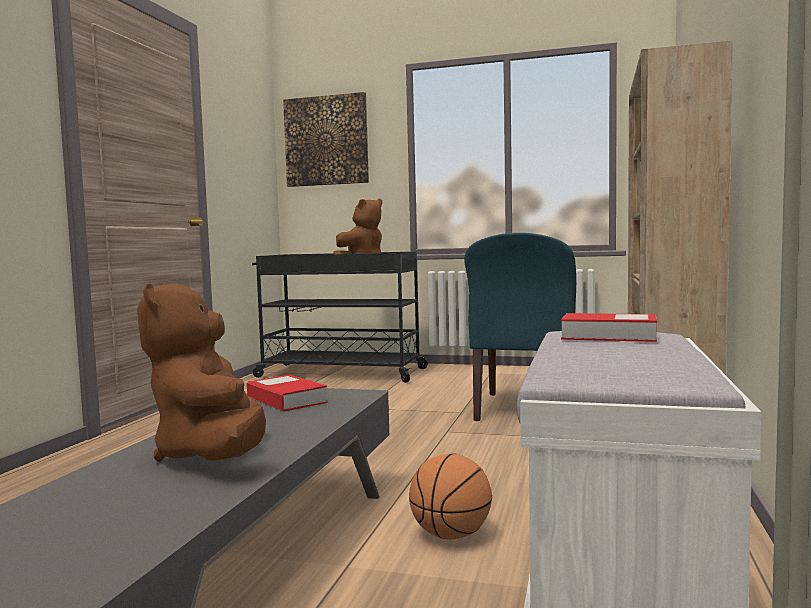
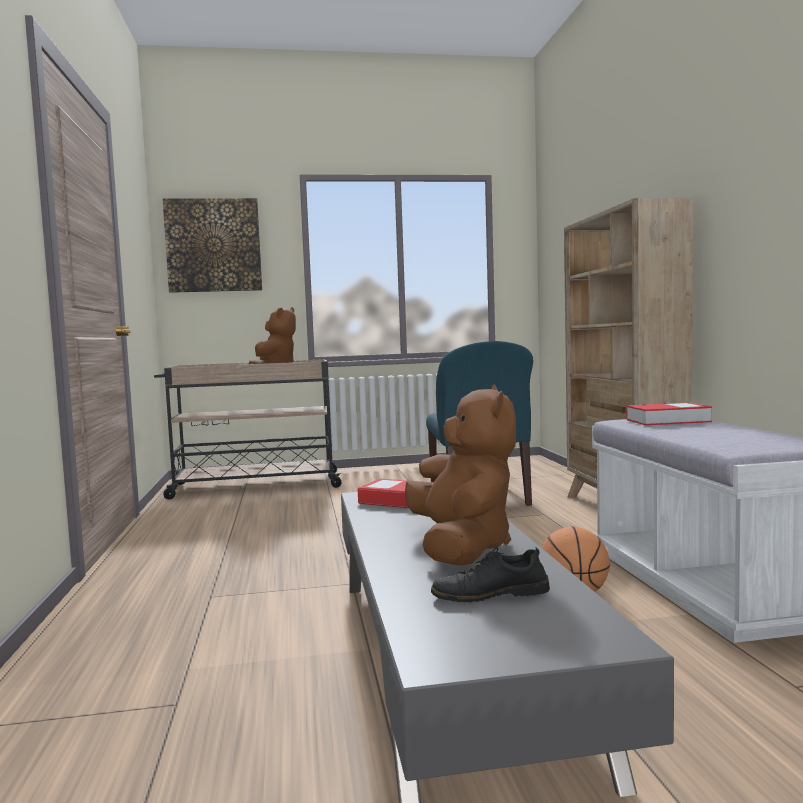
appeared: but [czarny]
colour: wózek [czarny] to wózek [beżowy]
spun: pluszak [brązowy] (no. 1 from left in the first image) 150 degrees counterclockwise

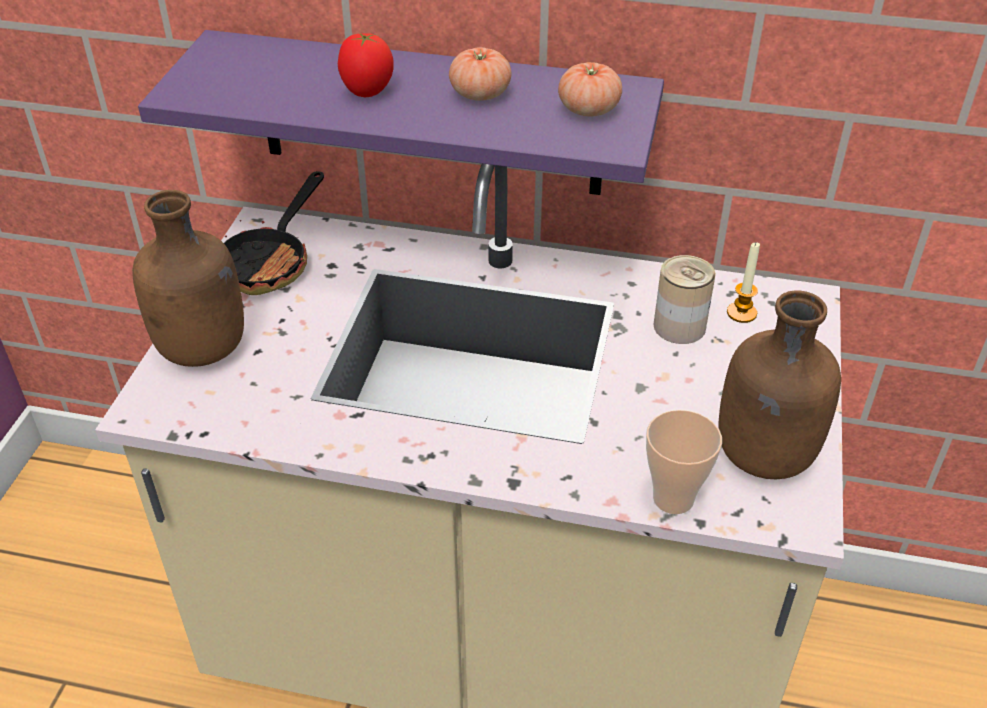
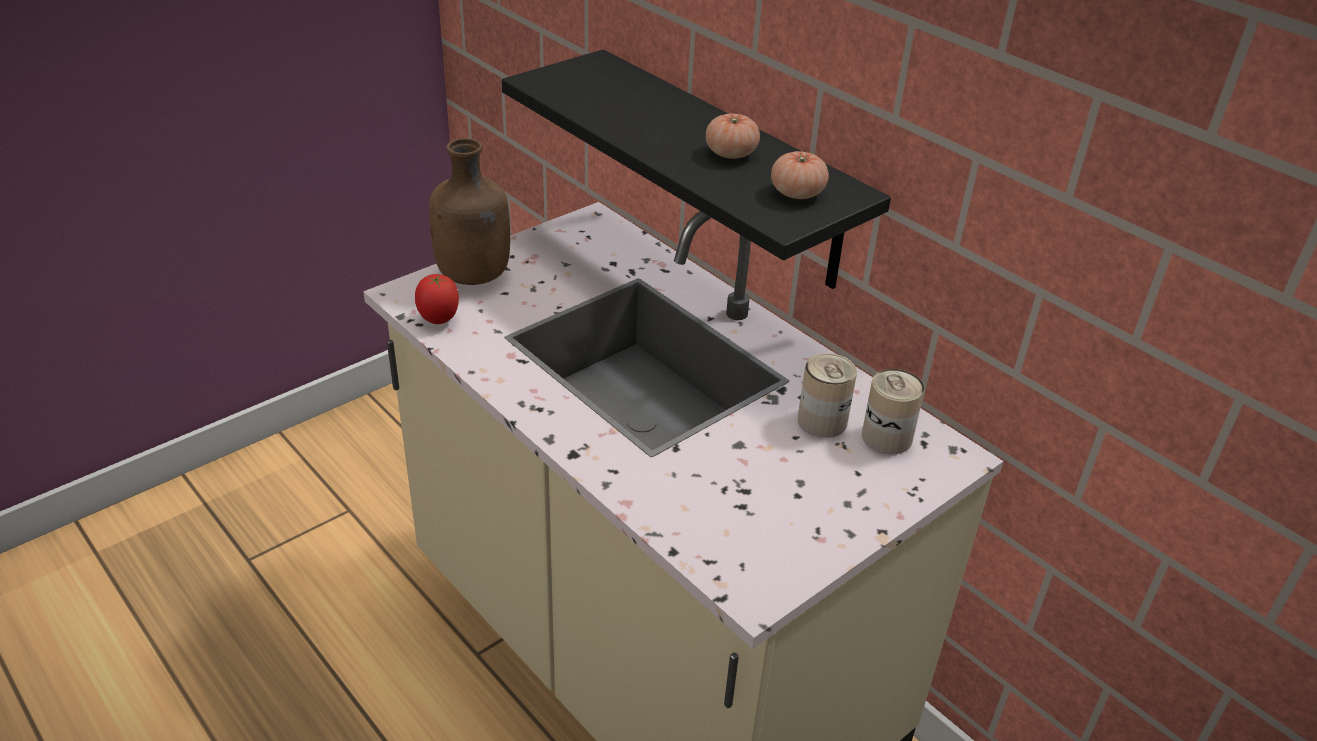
missing: patelnia; butelka [brązowy] (no. 2 from left); filiżanka
relocated: pomidor (no. 1 from left)
exchanged: świeca to puszka (no. 2 from left)
colour: półka [fioletowy] to półka [czarny]

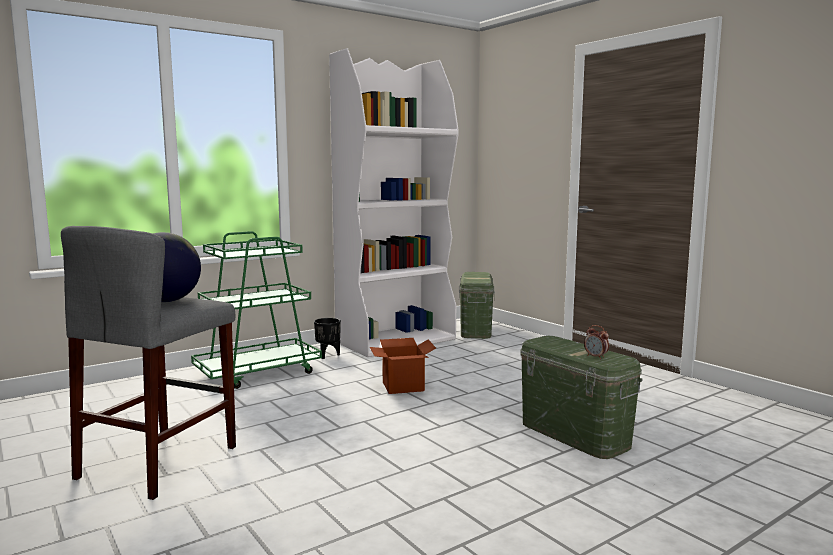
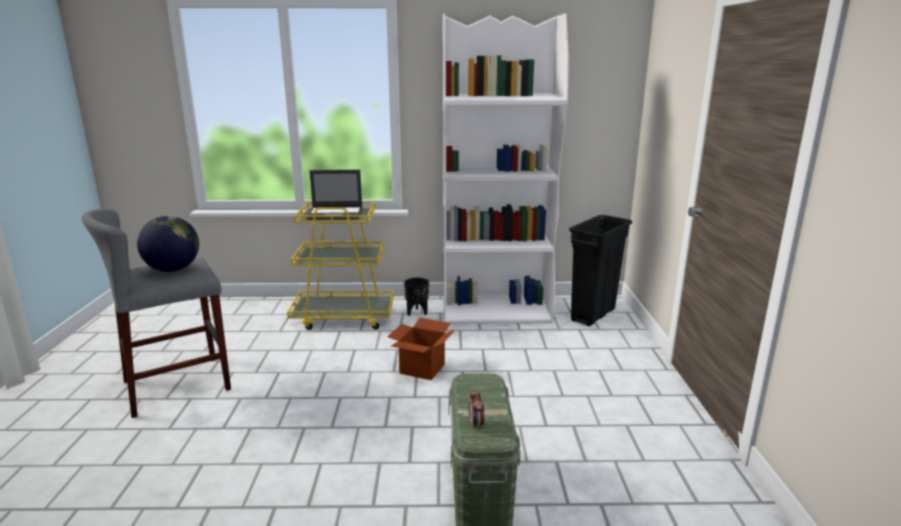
appeared: laptop
exchanged: pojemnik do przechowywania [zielony] (no. 1 from left) to kosz na śmieci [czarny]
colour: wózek [zielony] to wózek [żółty]

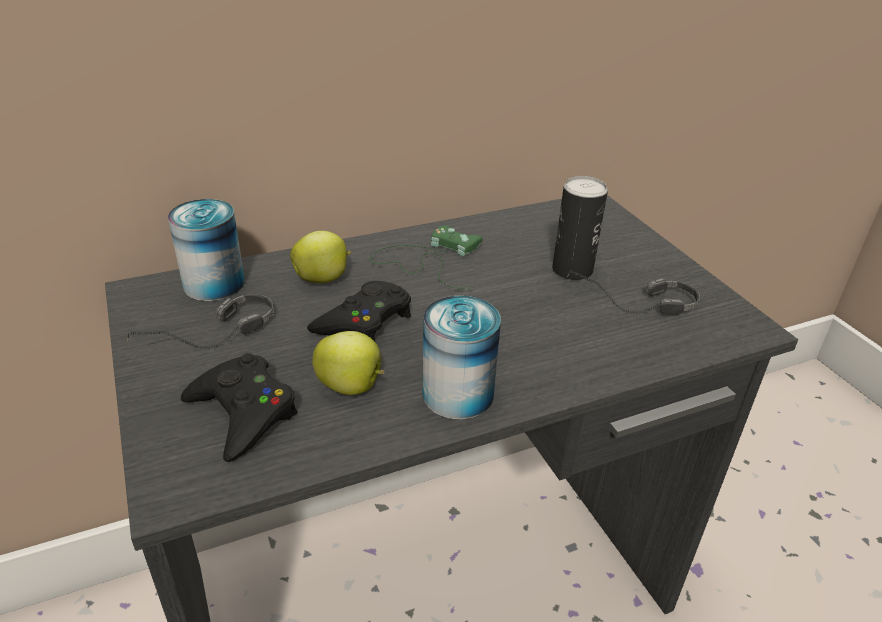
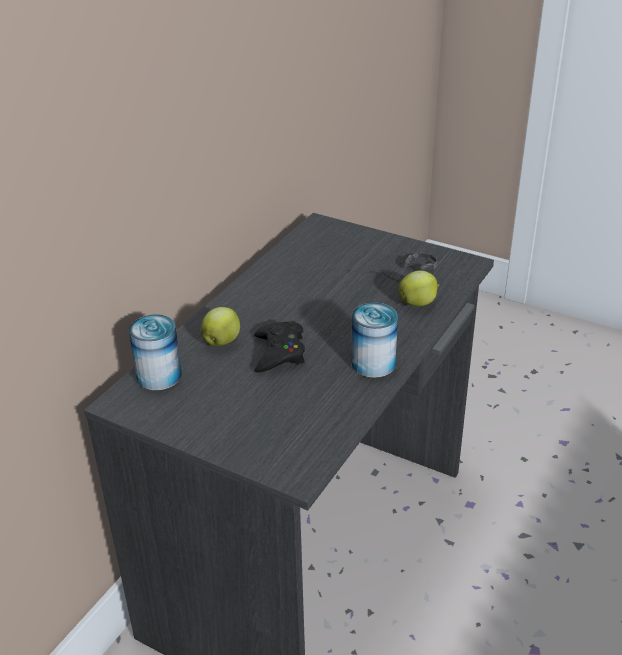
missing: puszka (no. 3 from left); pad do gier [zielony]; słuchawki (no. 1 from left); pad do gier [czarny] (no. 1 from left)
relocated: jabłko (no. 2 from left)

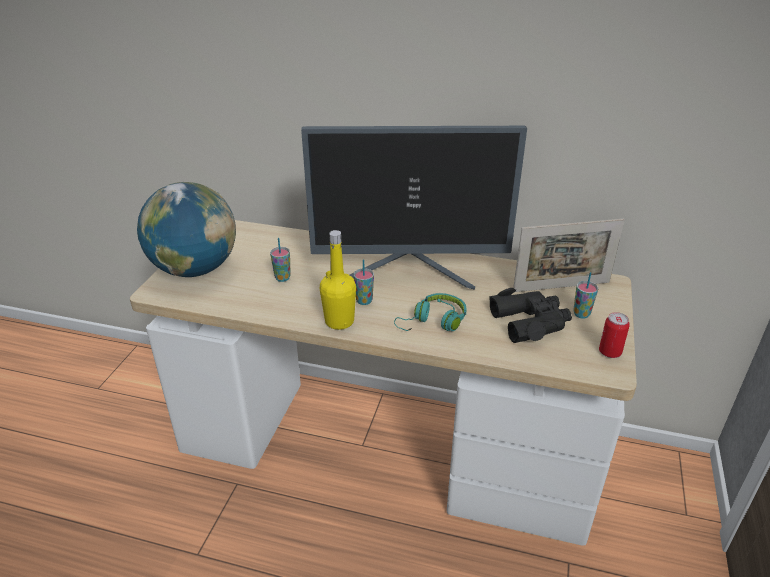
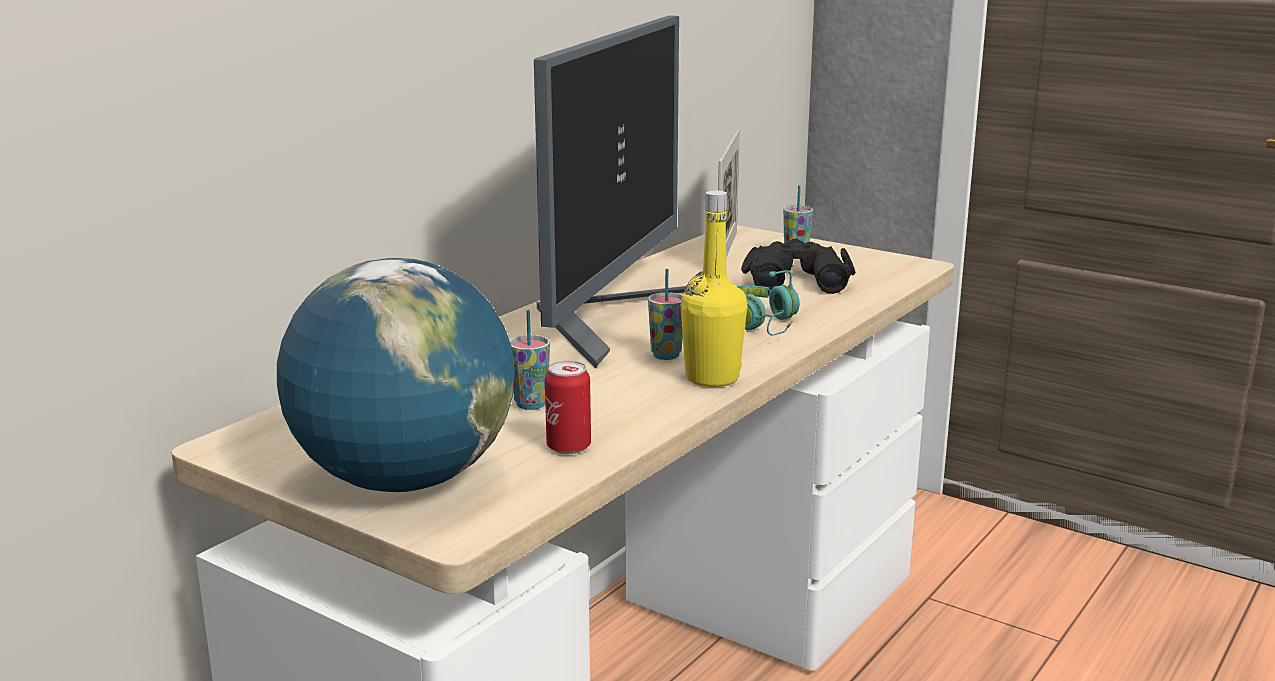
relocated: puszka

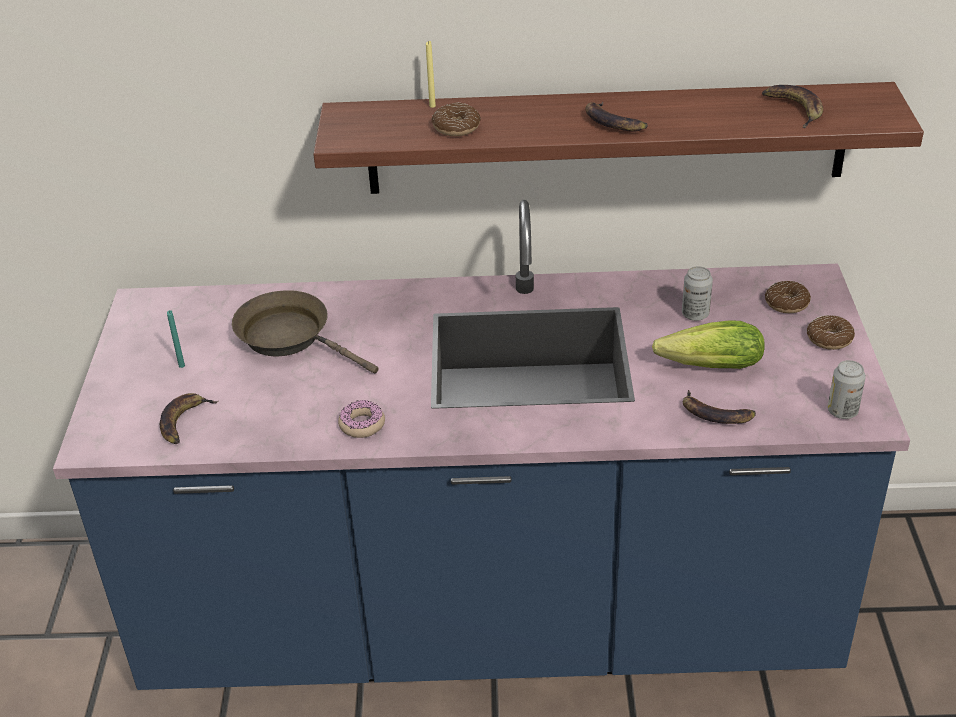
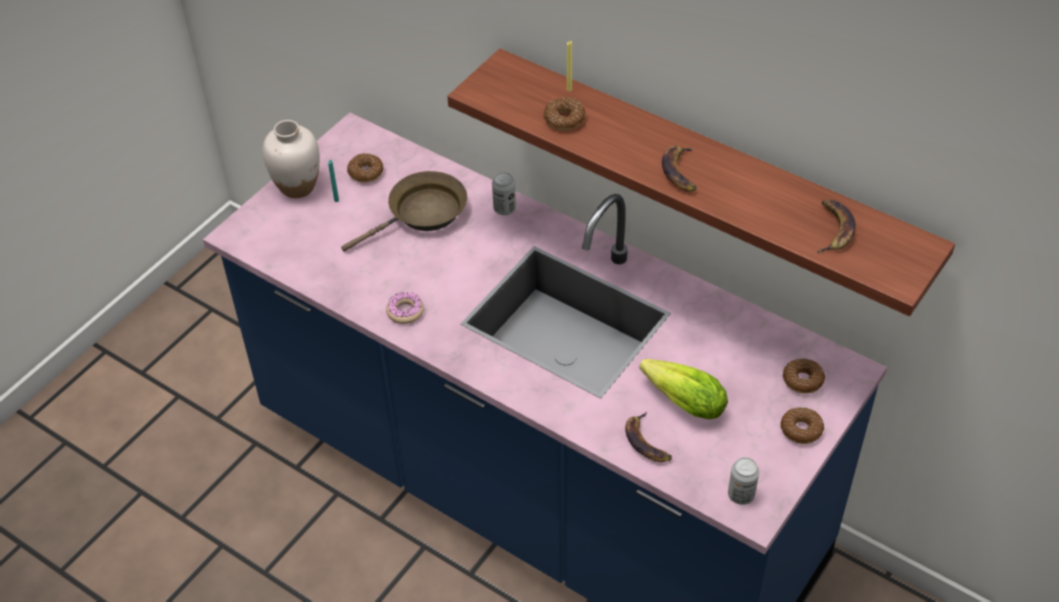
missing: banan (no. 1 from left)
appeared: wazon [biały]; donut (no. 1 from left)
relocated: puszka (no. 1 from left)
spun: patelnia [brązowy] 75 degrees clockwise

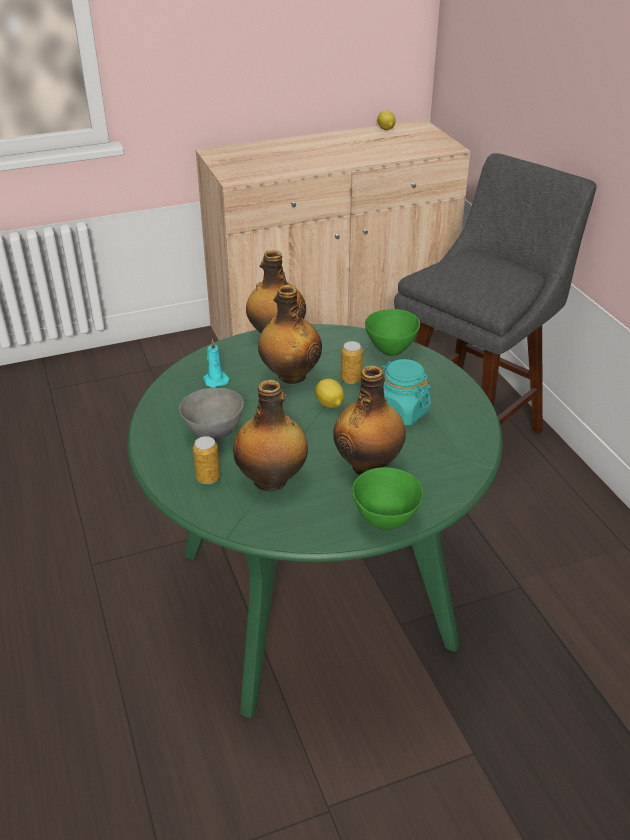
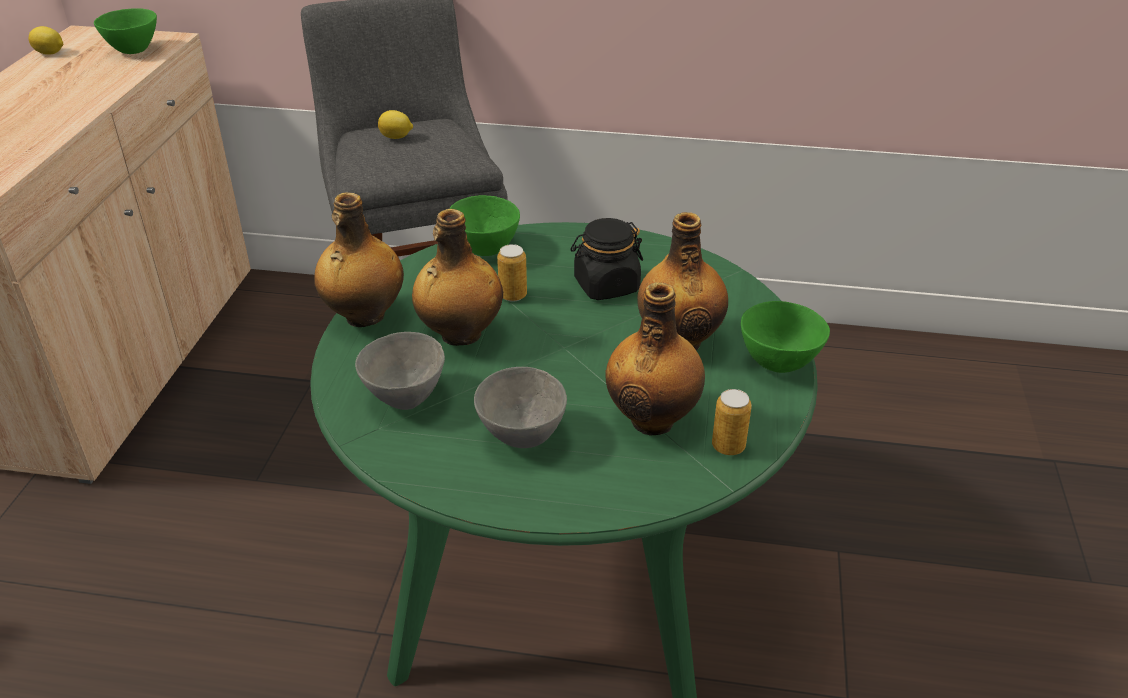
appeared: miska [zielony] (no. 1 from left)
relocated: cytryna (no. 1 from left in the first image) to cytryna (no. 2 from left); puszka (no. 1 from left in the first image) to puszka (no. 2 from left)
exchanged: świeca [turkusowy] to miska [szary] (no. 1 from left)
colour: słoik [turkusowy] to słoik [czarny]

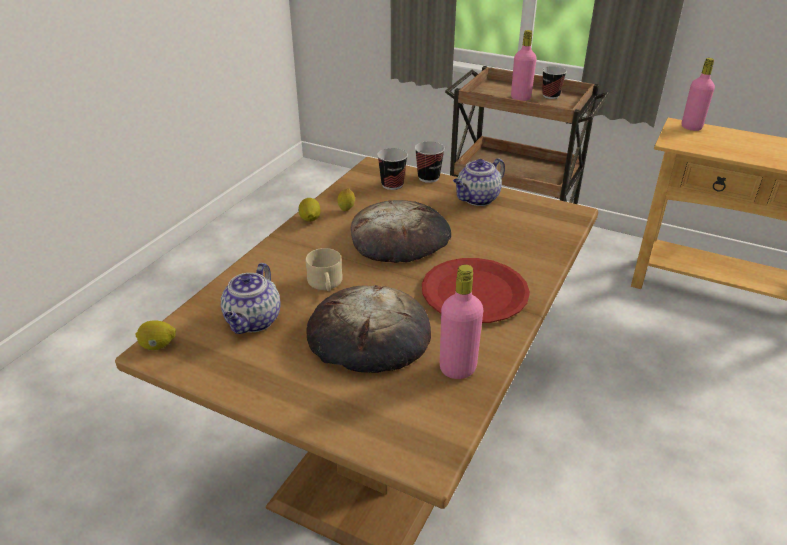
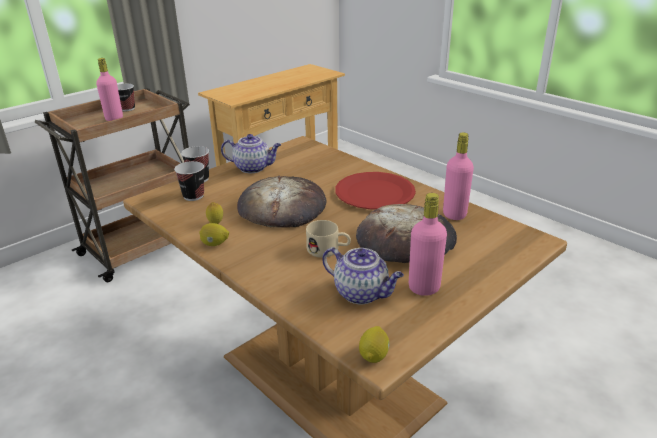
relocated: butelka [różowy] (no. 3 from left in the first image) to butelka [różowy] (no. 2 from left)
spun: imbryk (no. 2 from left in the first image) 60 degrees counterclockwise

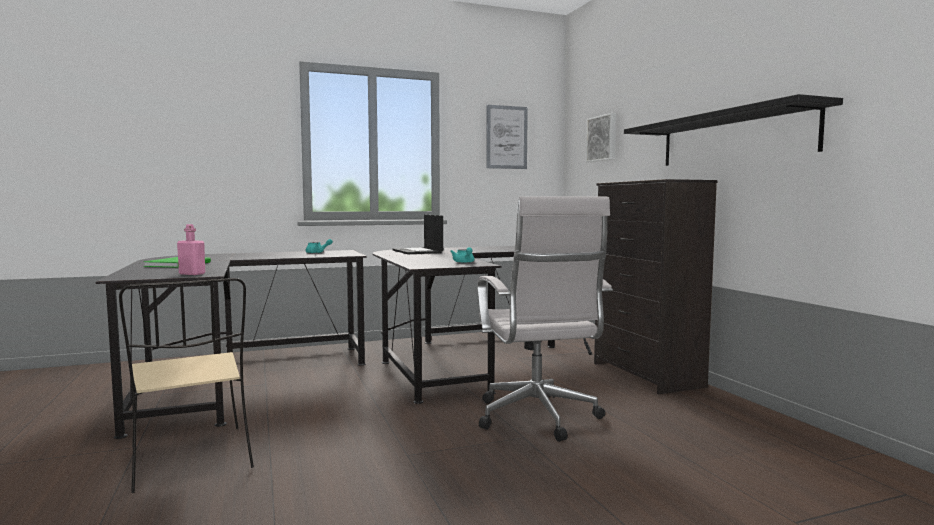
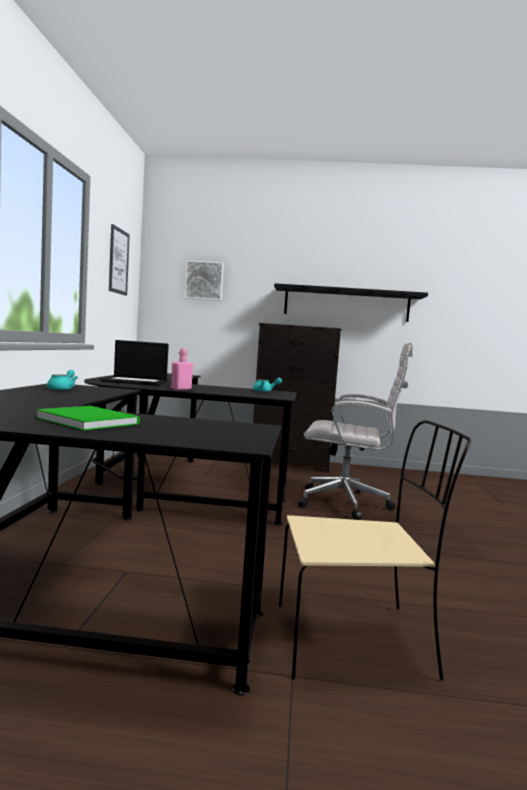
relocated: butelka [różowy]

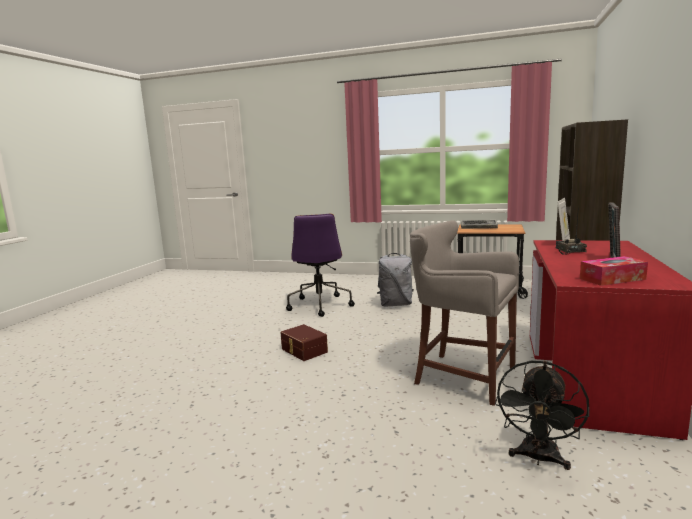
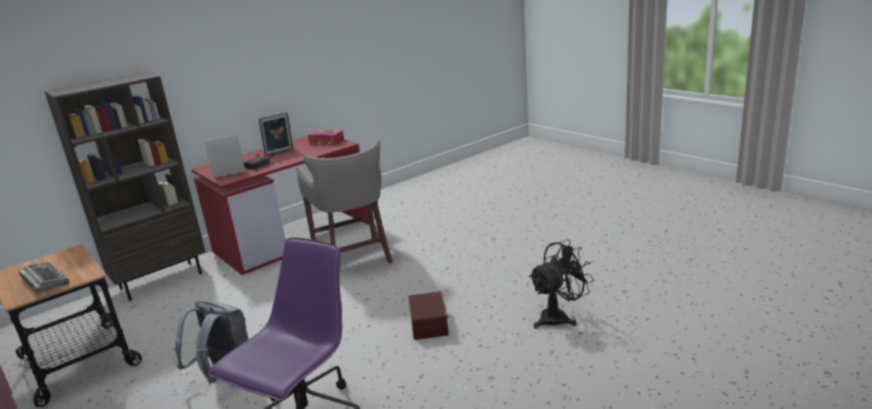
relocated: wentylator [czarny]

